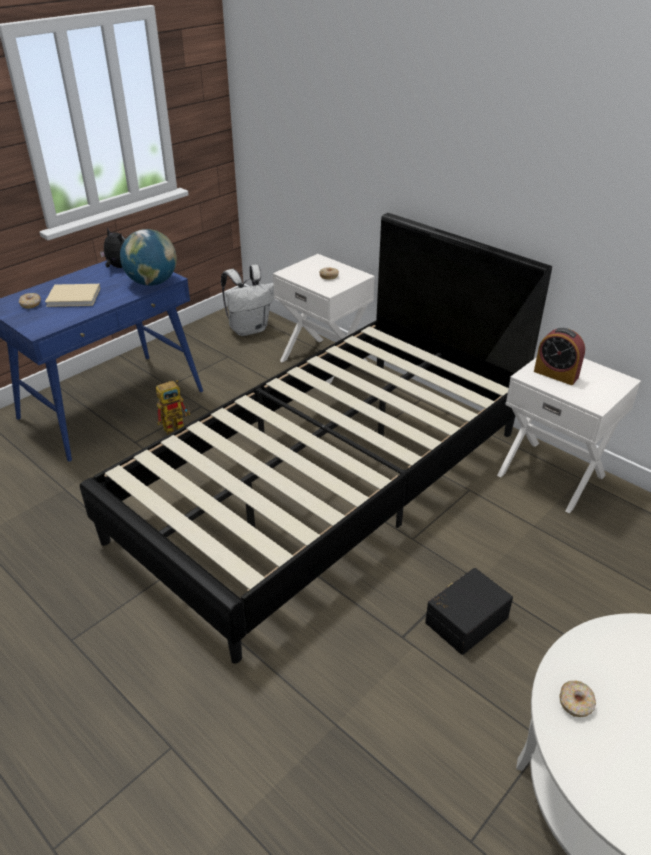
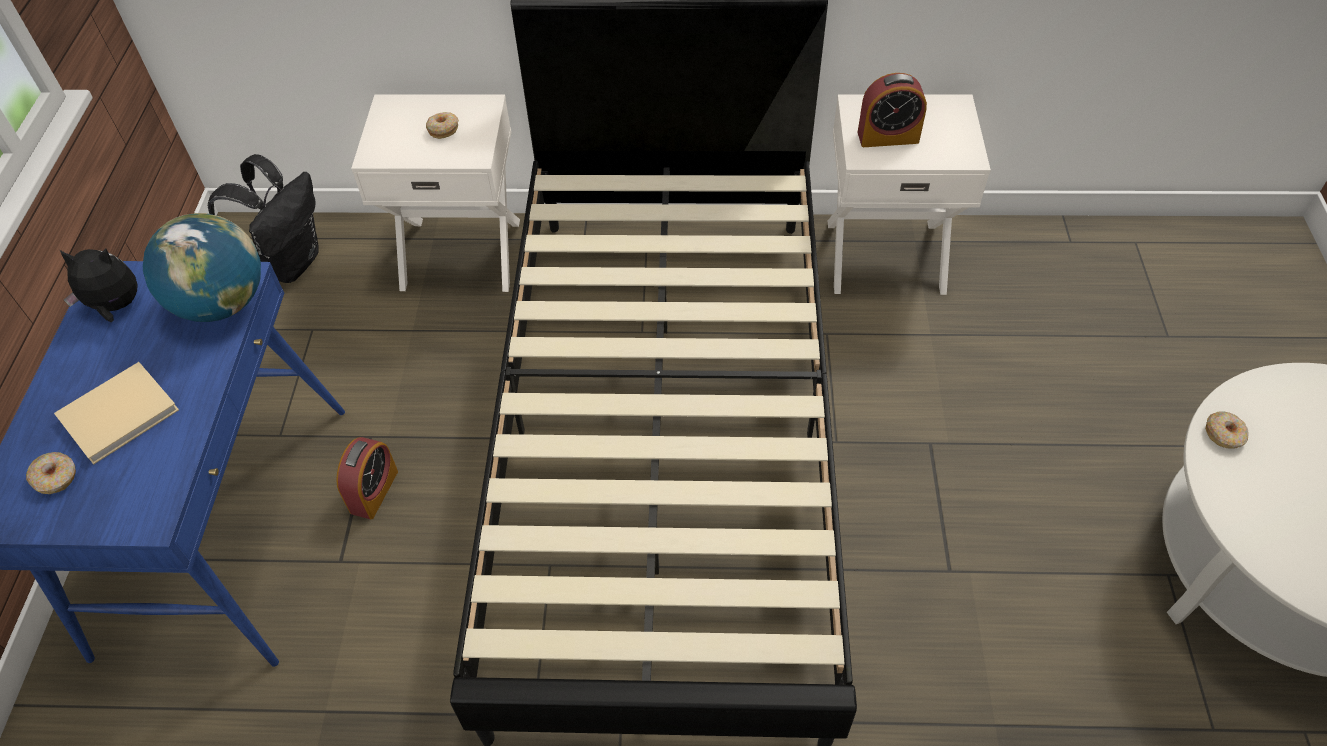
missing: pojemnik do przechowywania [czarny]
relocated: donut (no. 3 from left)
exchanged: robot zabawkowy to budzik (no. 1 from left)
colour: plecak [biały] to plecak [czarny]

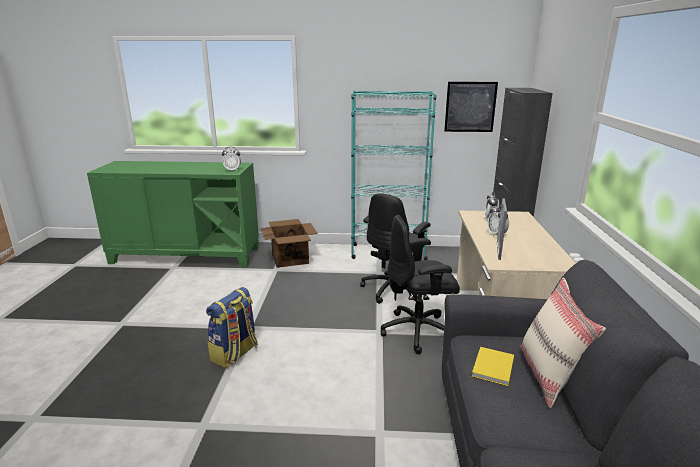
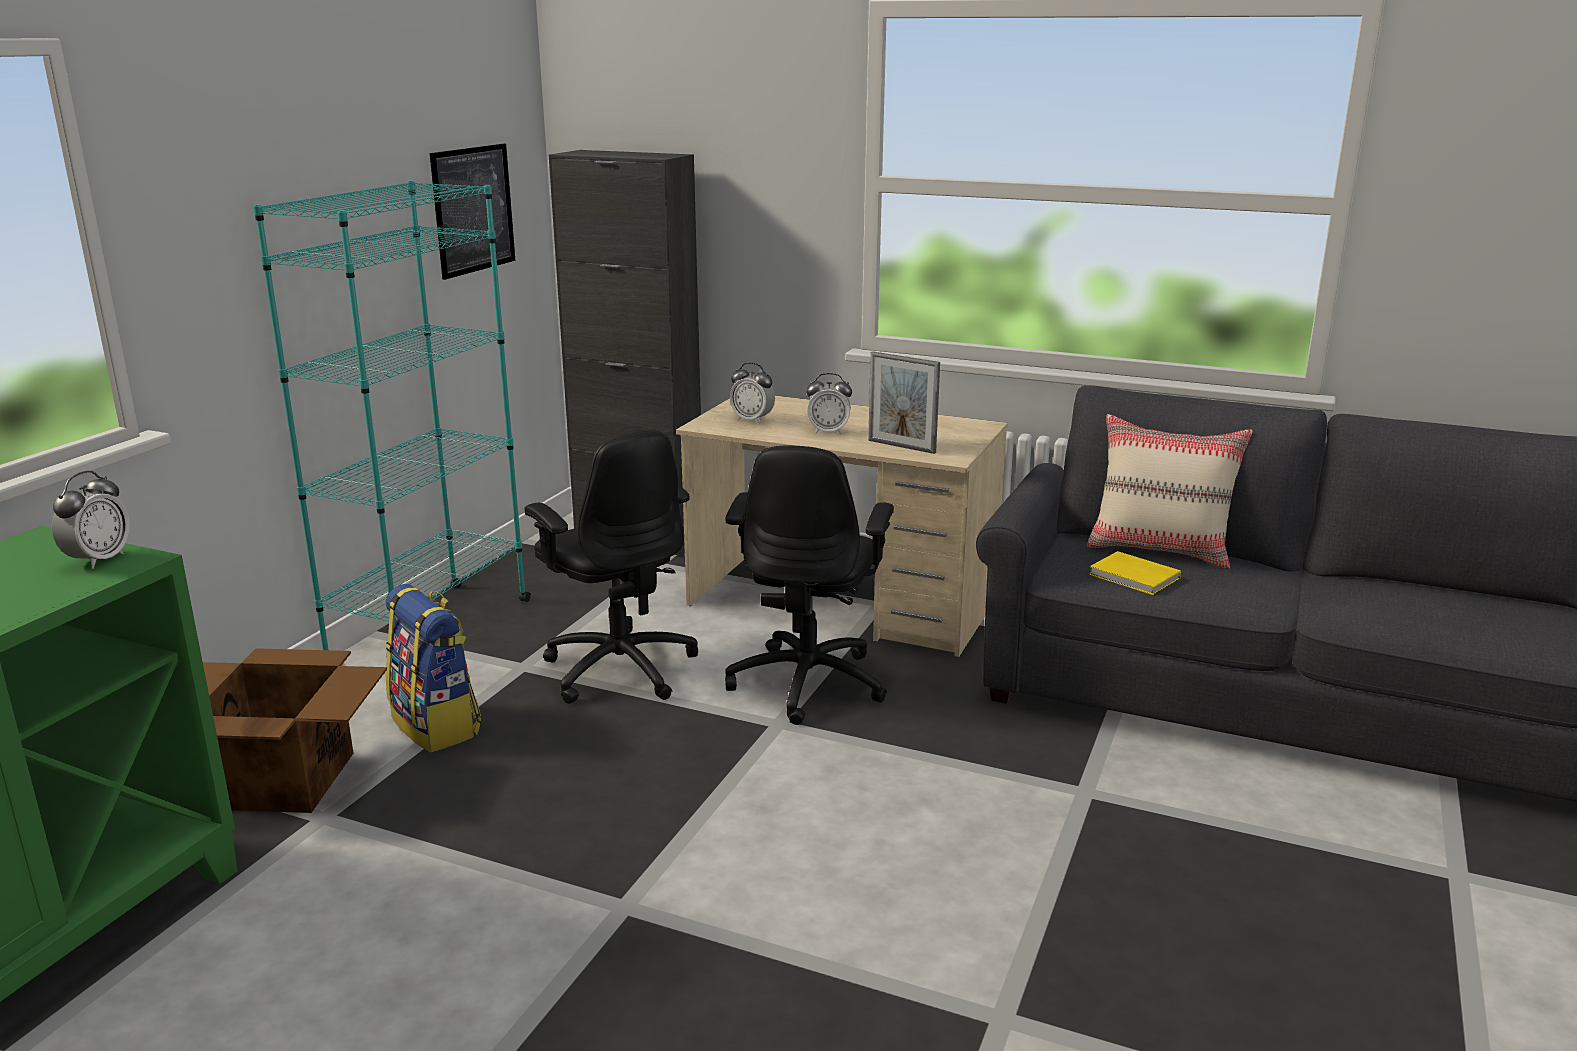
relocated: plecak

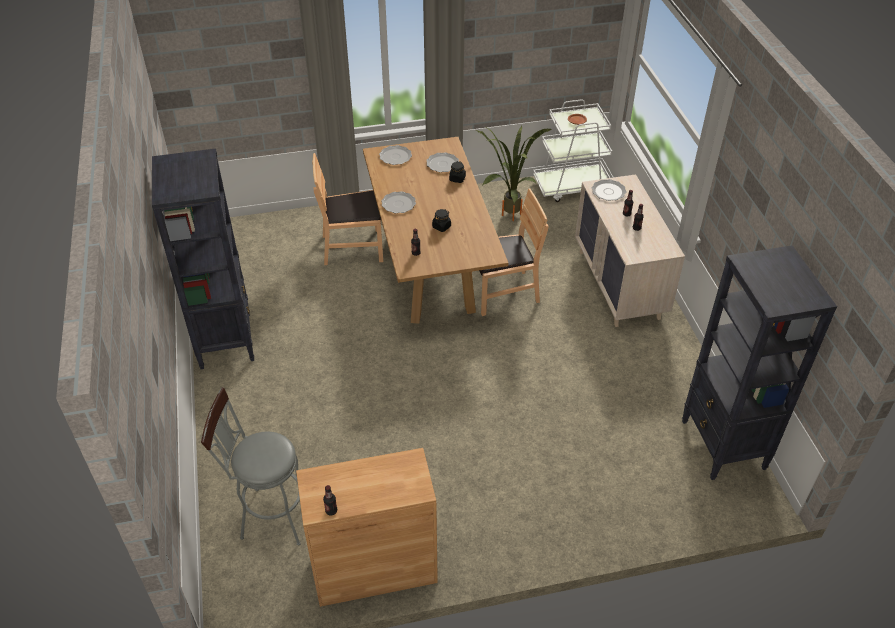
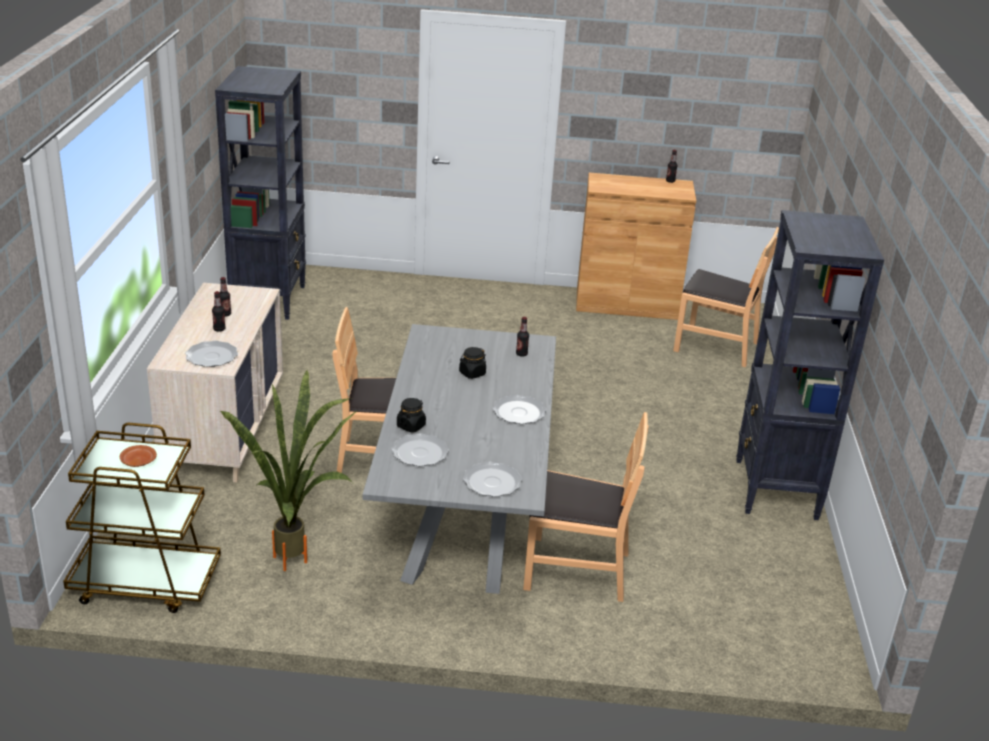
exchanged: stołek [szary] to krzesło [brązowy] (no. 3 from left)
colour: wózek [biały] to wózek [brązowy]; stół jadalny [brązowy] to stół jadalny [szary]

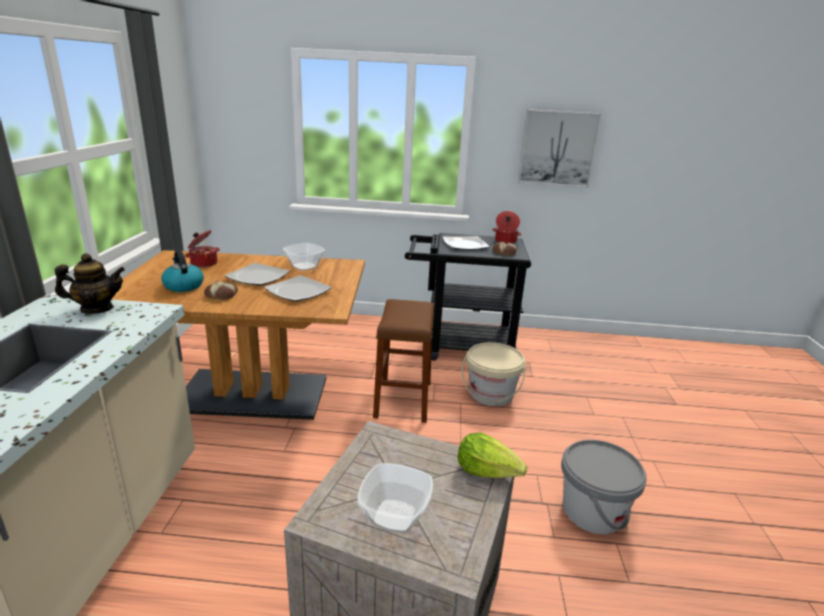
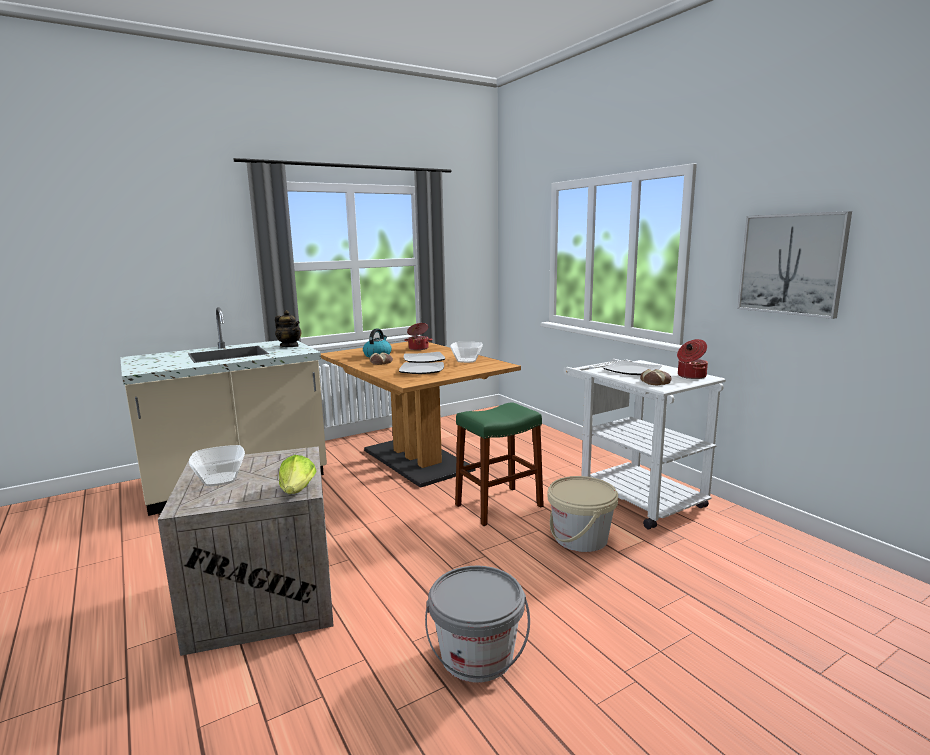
colour: wózek [czarny] to wózek [biały]; stołek [brązowy] to stołek [zielony]

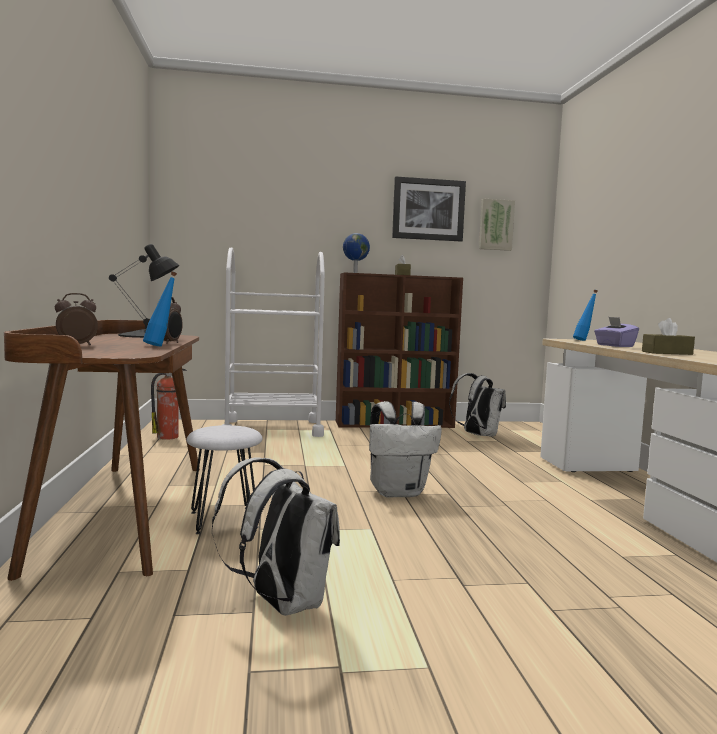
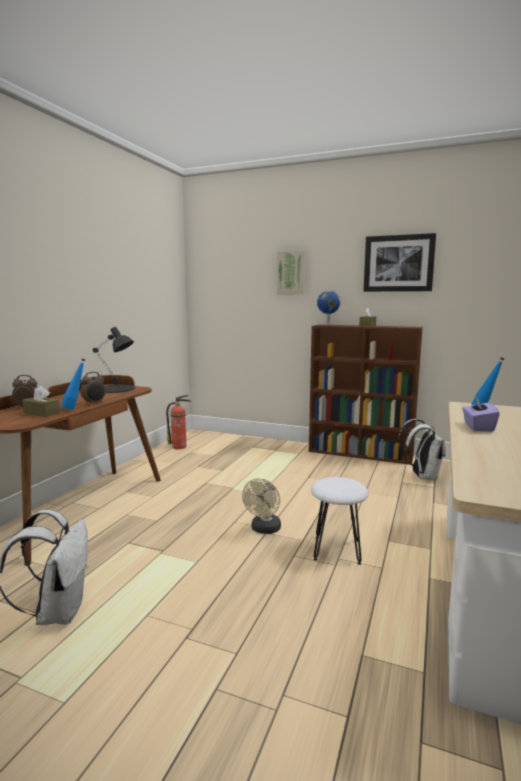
missing: wózek [biały]
relocated: obraz (no. 2 from left in the first image) to obraz (no. 1 from left); pudełko chusteczek [brązowy] (no. 2 from left in the first image) to pudełko chusteczek [brązowy] (no. 1 from left); stołek [biały]
exchanged: plecak [biały] (no. 2 from left) to wentylator [beżowy]

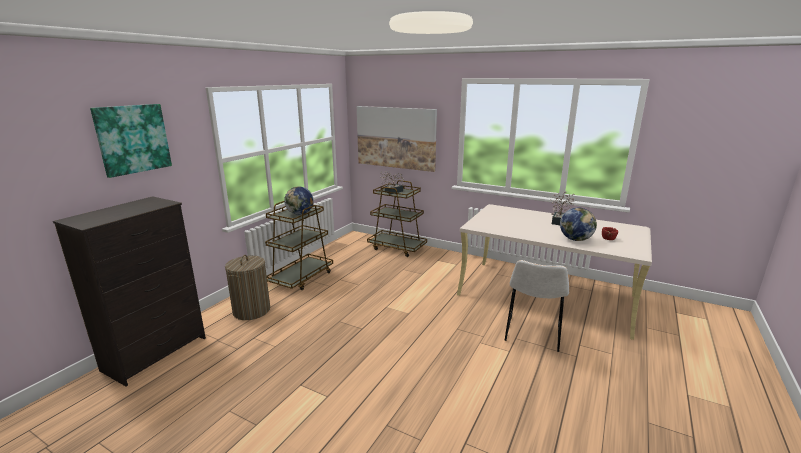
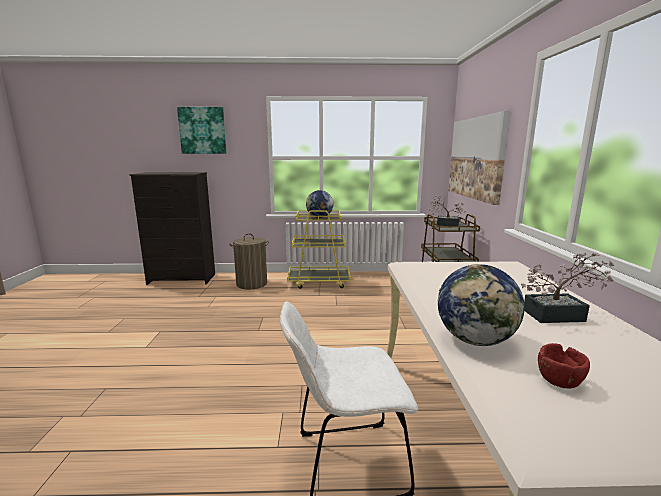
colour: wózek [brązowy] (no. 1 from left) to wózek [żółty]

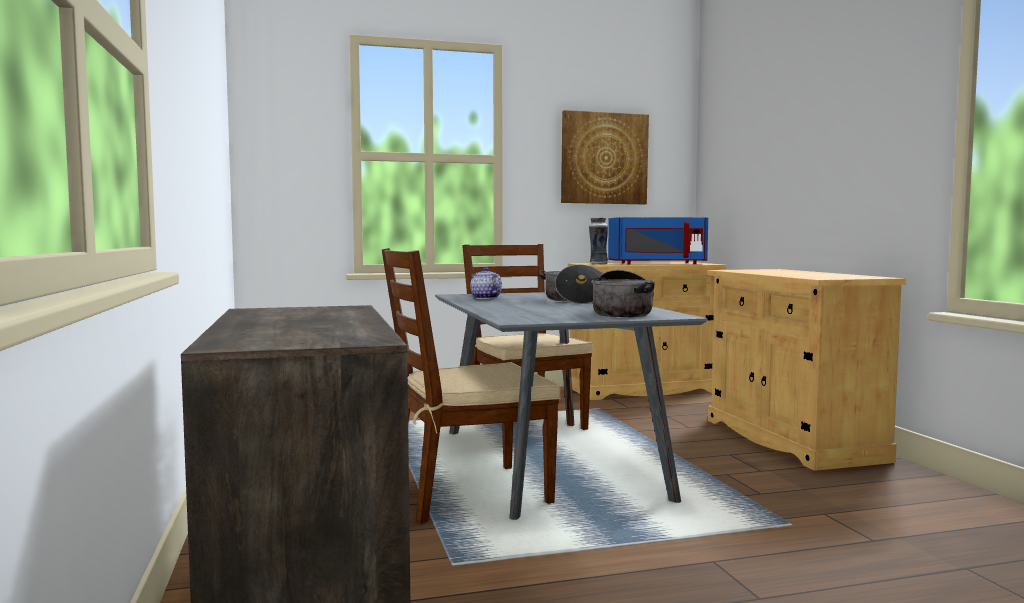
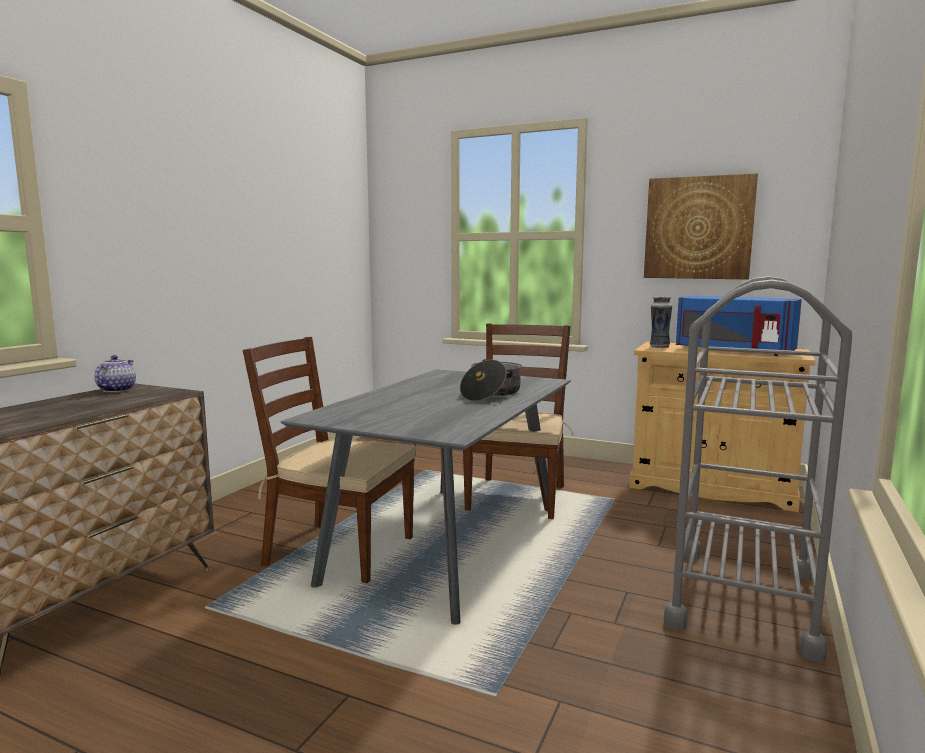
missing: garnek (no. 2 from left)
relocated: imbryk
exchanged: szafka [beżowy] (no. 2 from left) to wózek [szary]

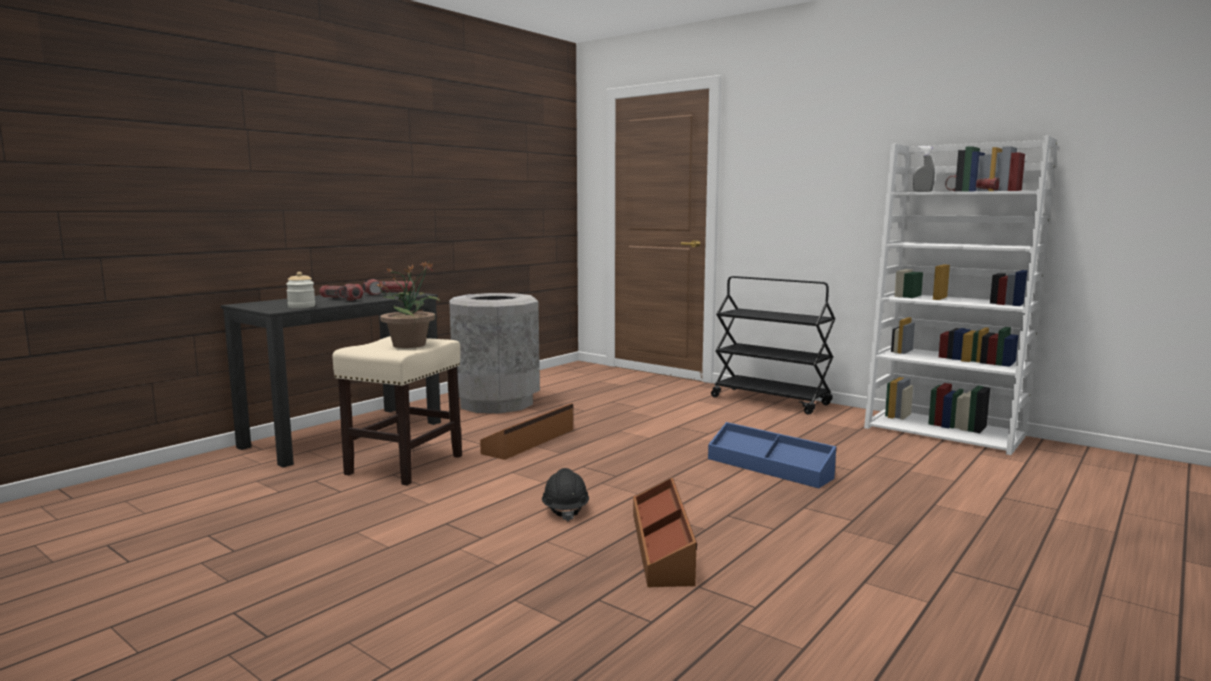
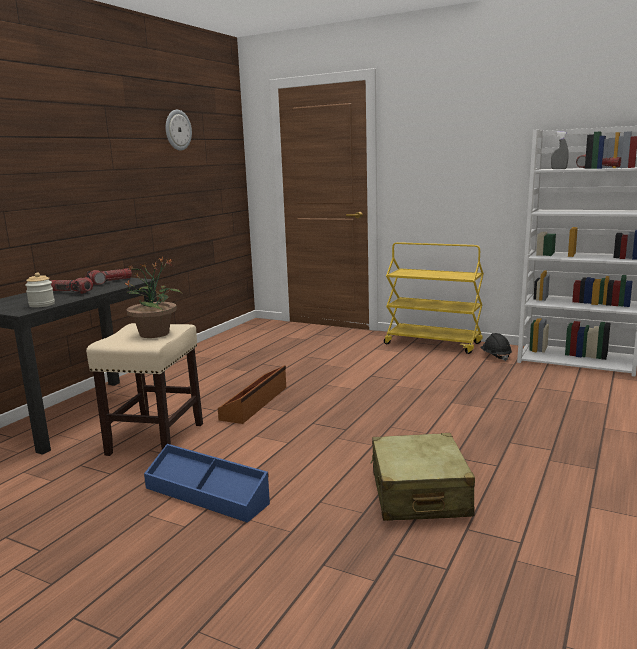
missing: kosz na śmieci [szary]
appeared: zegar ścienny
relocated: pojemnik do przechowywania [niebieski]; kask [czarny]
exchanged: pojemnik do przechowywania [brązowy] (no. 2 from left) to walizka [beżowy]
colour: wózek [czarny] to wózek [żółty]

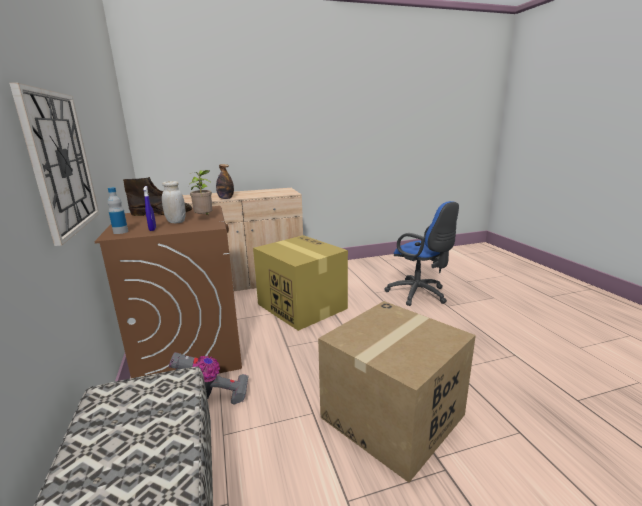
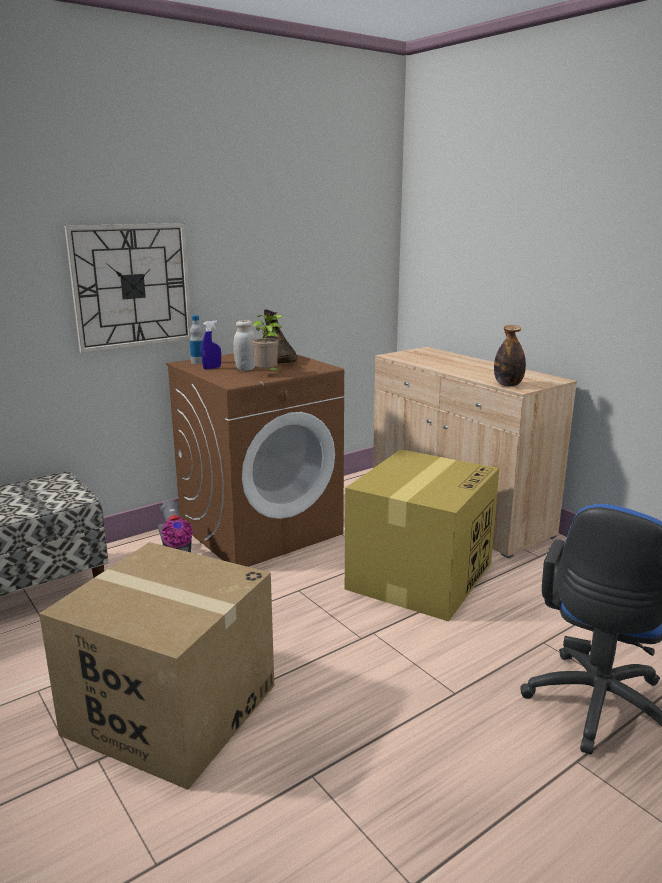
relocated: butelka (no. 2 from left)

